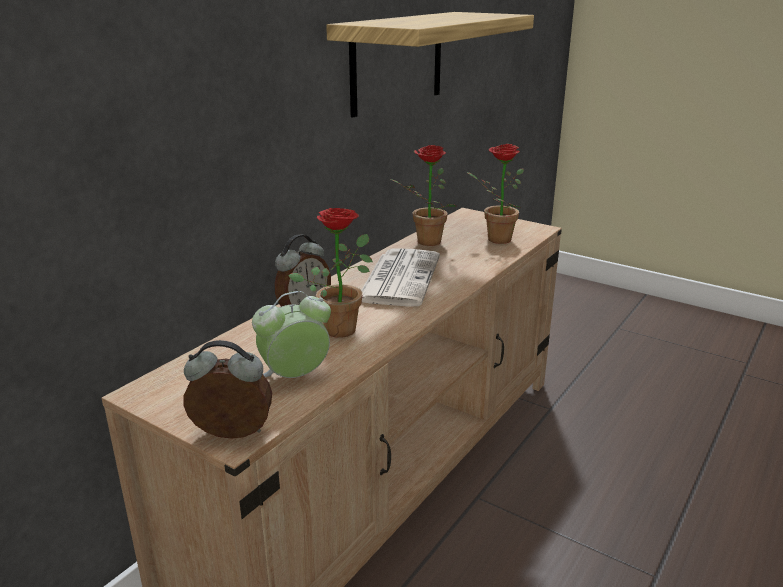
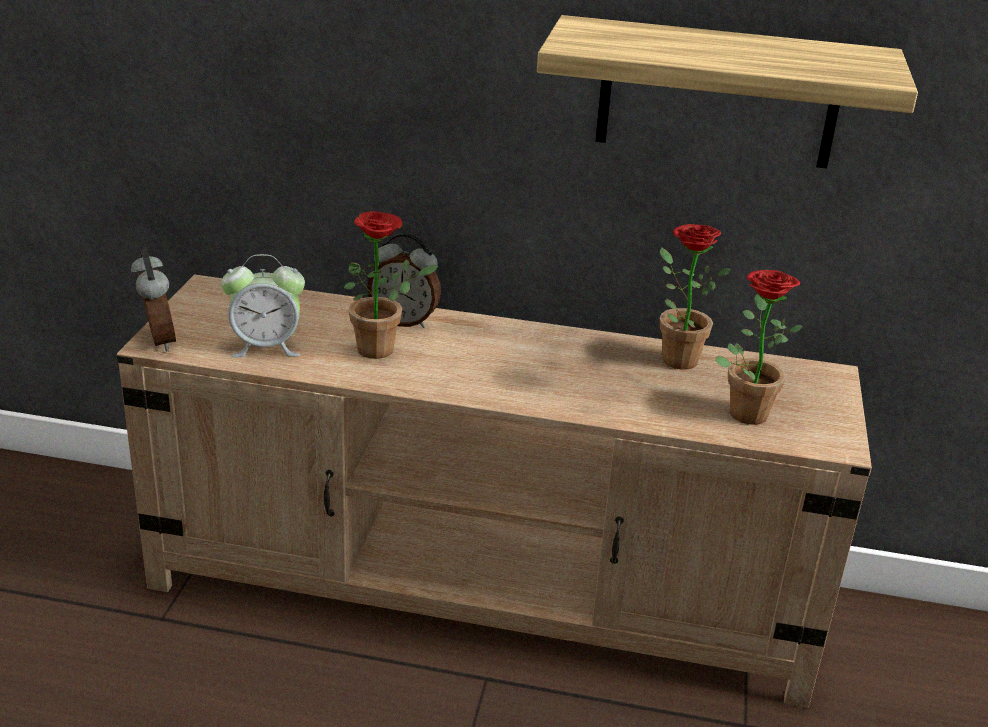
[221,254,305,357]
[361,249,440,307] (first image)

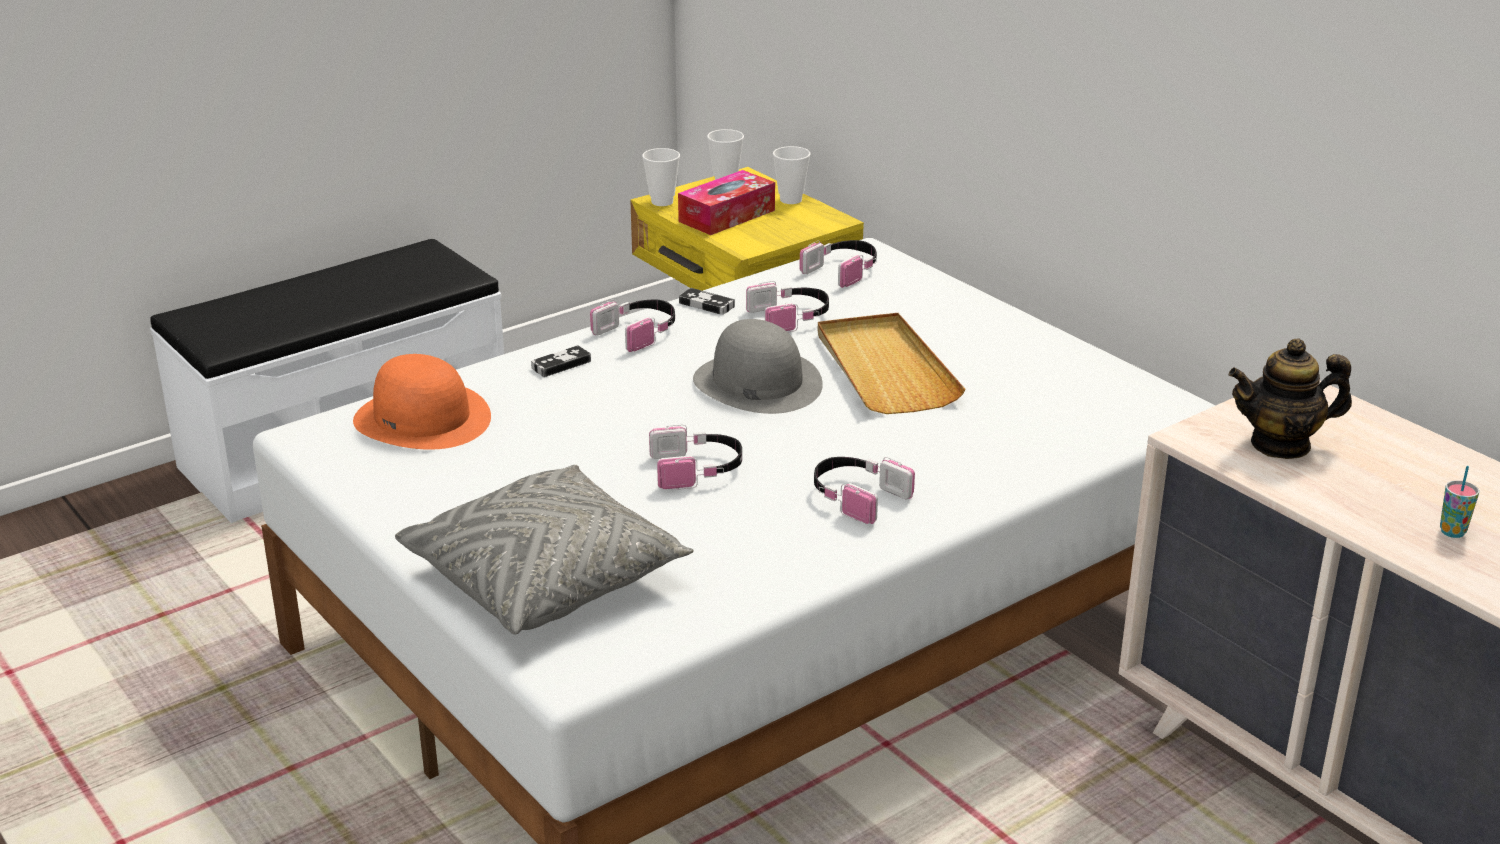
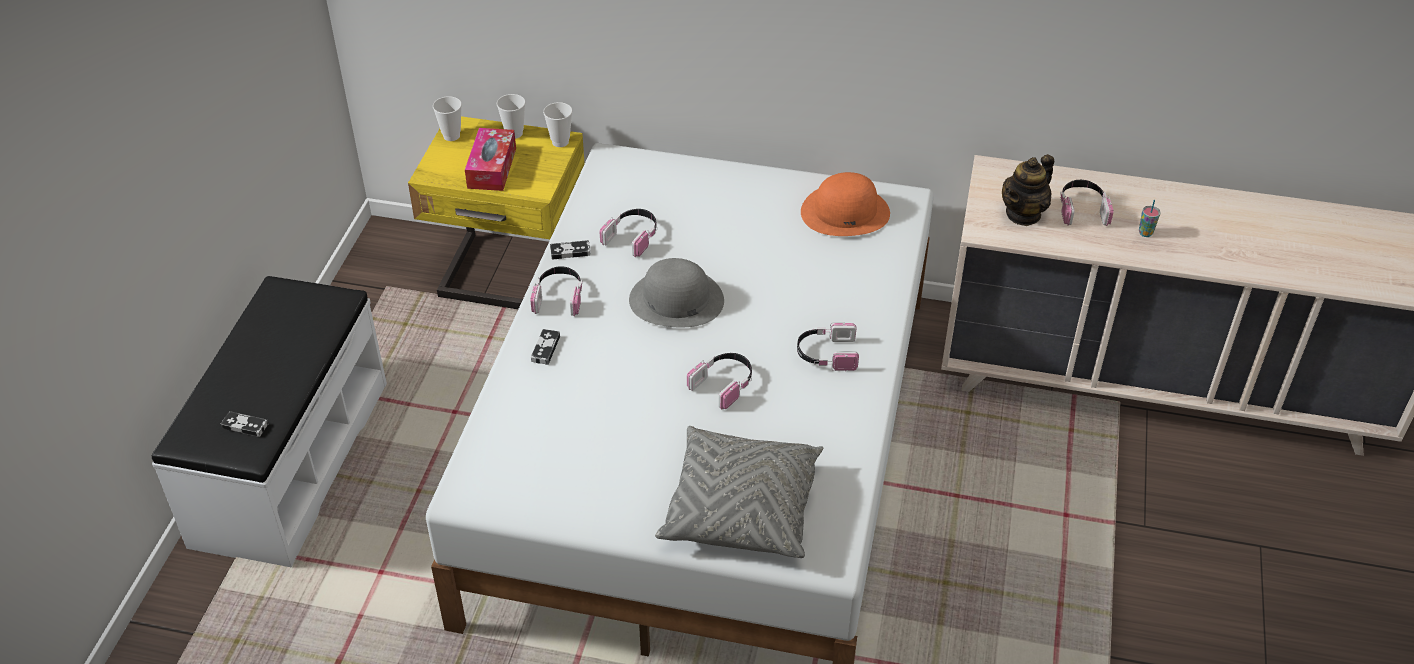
[221,411,268,437]
[543,102,572,147]
[801,172,890,236]
[1060,180,1114,226]
[817,313,965,414] (first image)

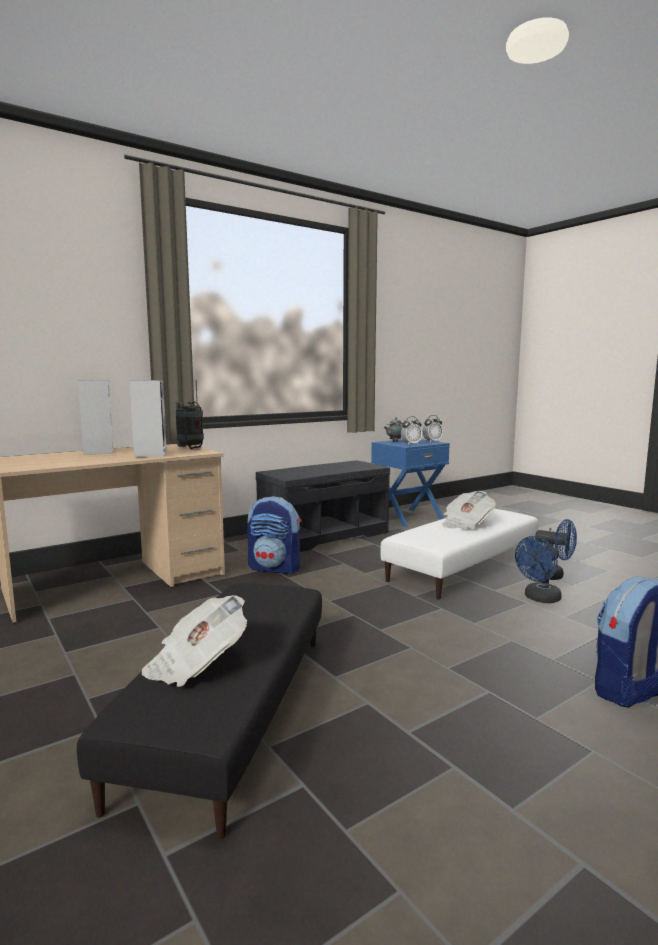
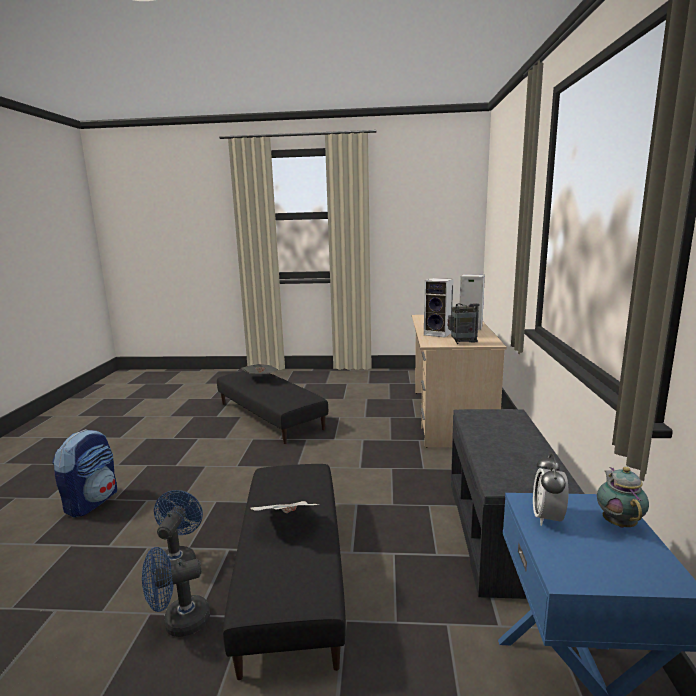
[223,464,346,680]
[247,496,301,574] (first image)
[423,415,443,442] (first image)

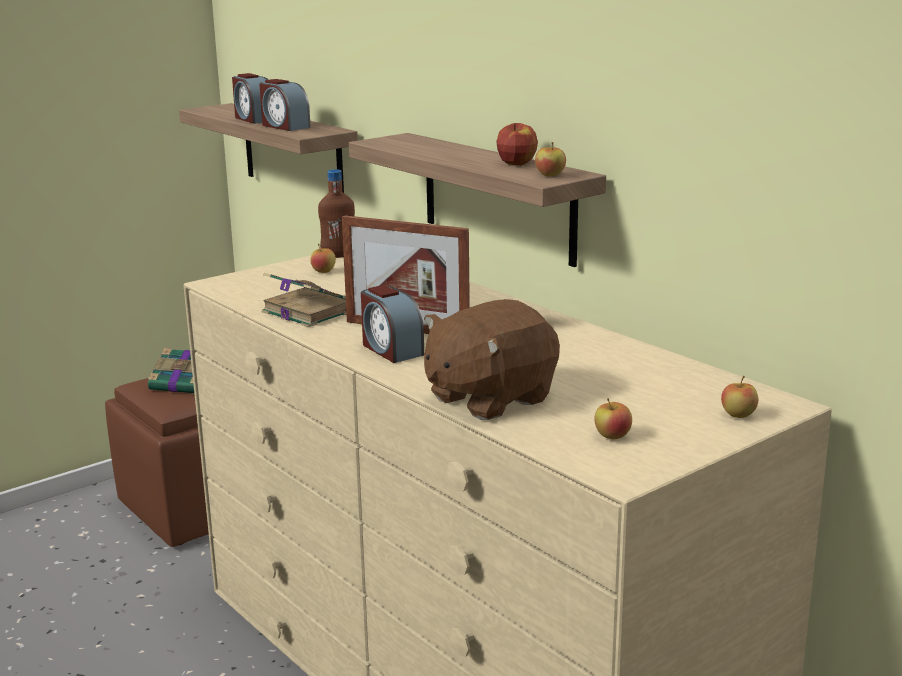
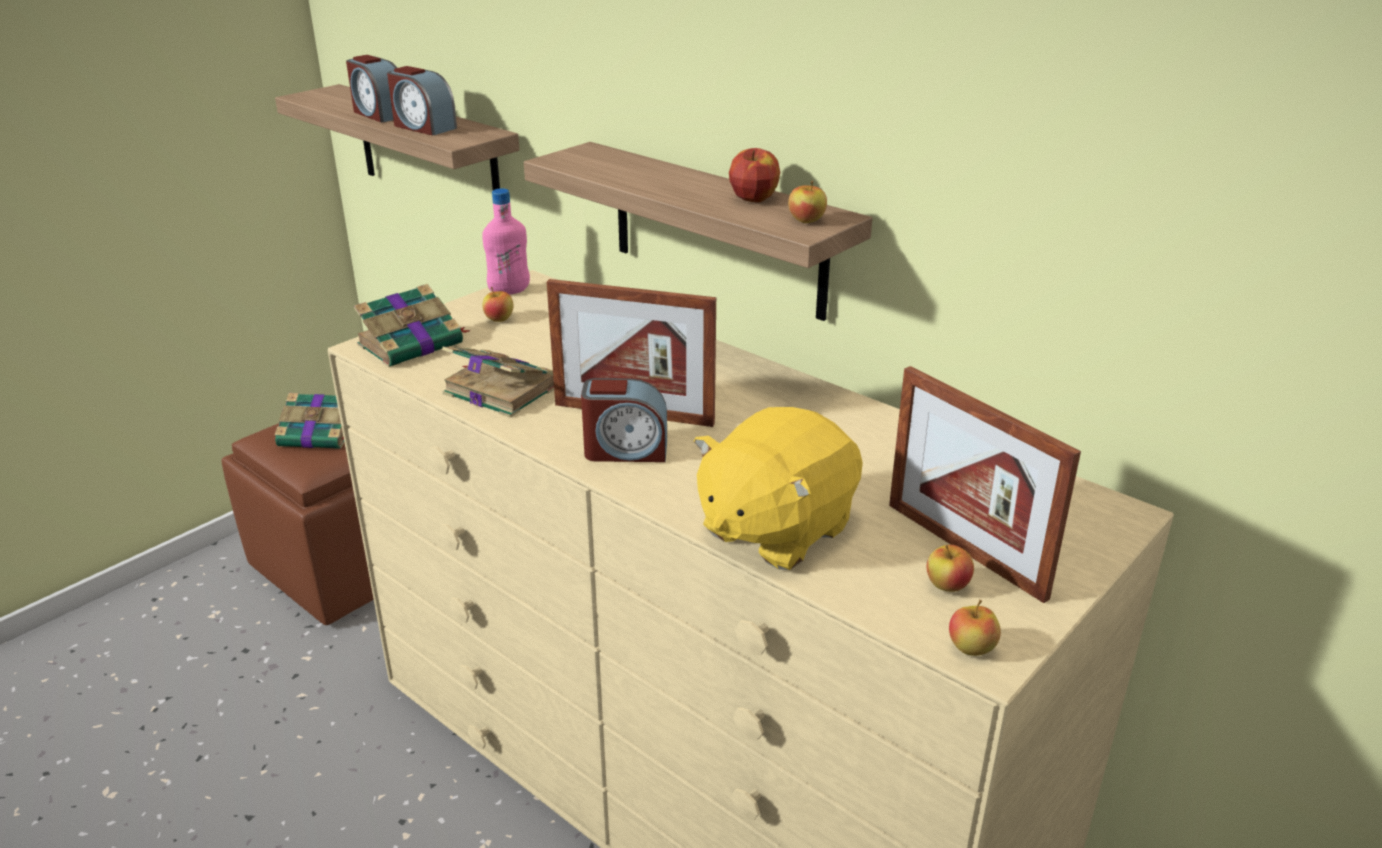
[354,284,470,367]
[482,188,530,295]
[581,378,667,462]
[694,407,863,570]
[889,366,1081,603]
[949,599,1001,656]

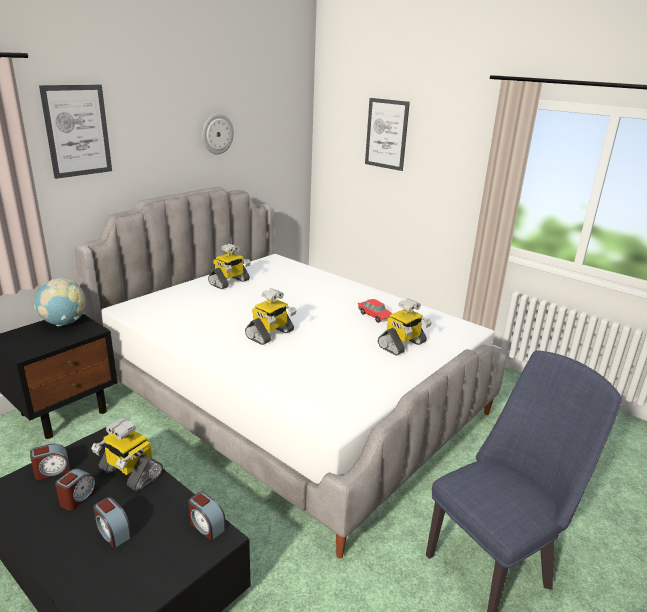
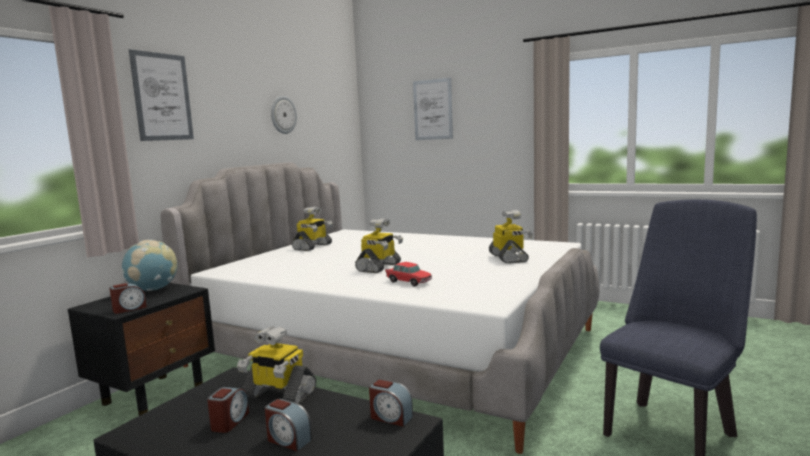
[110,283,147,314]
[385,262,432,287]
[489,210,533,264]

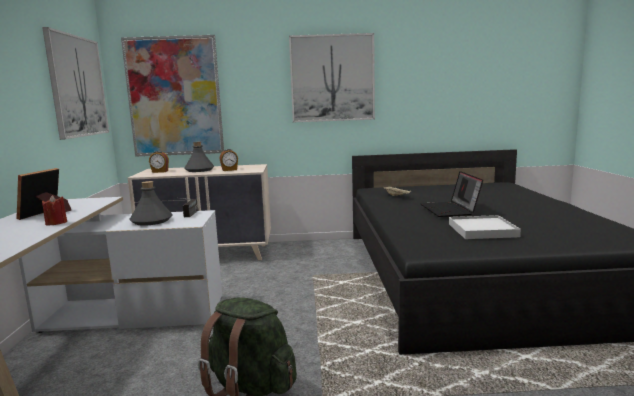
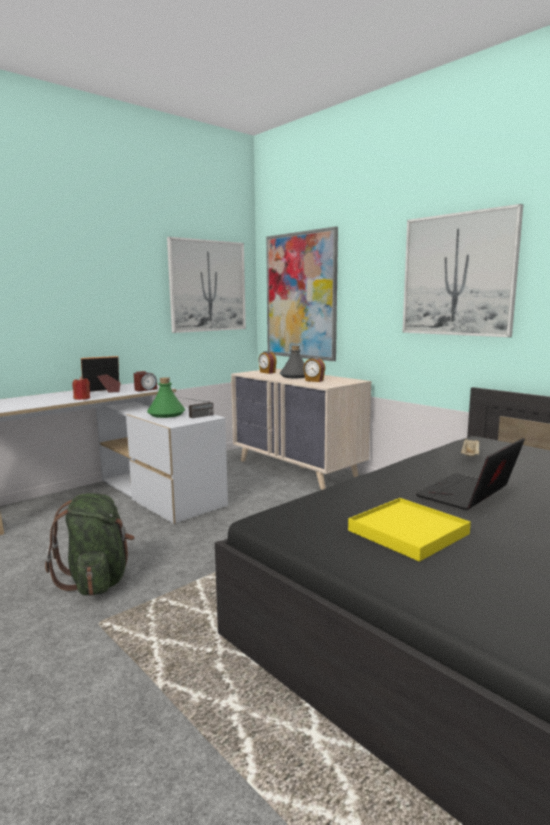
[134,371,157,391]
[147,377,185,418]
[348,498,471,562]

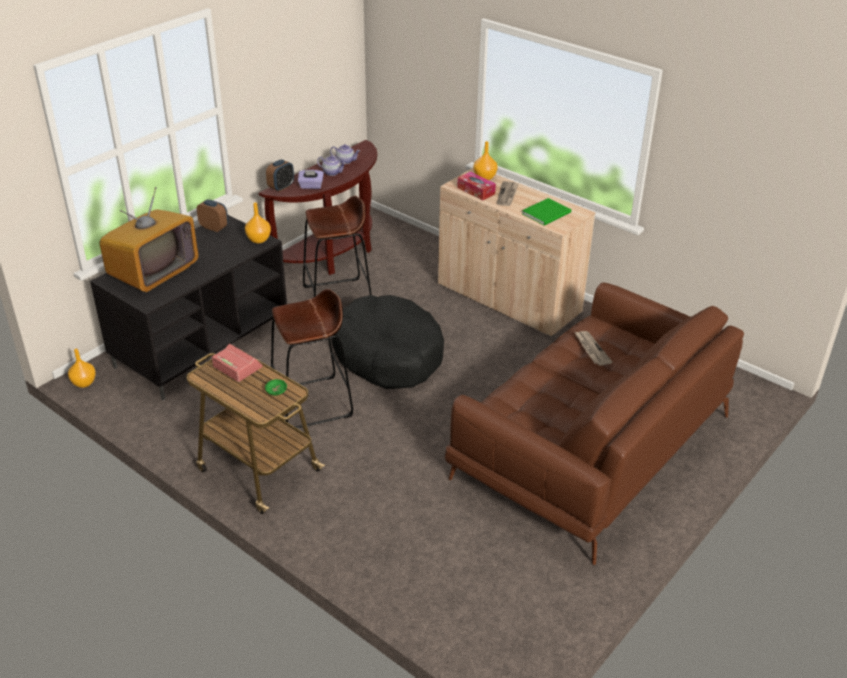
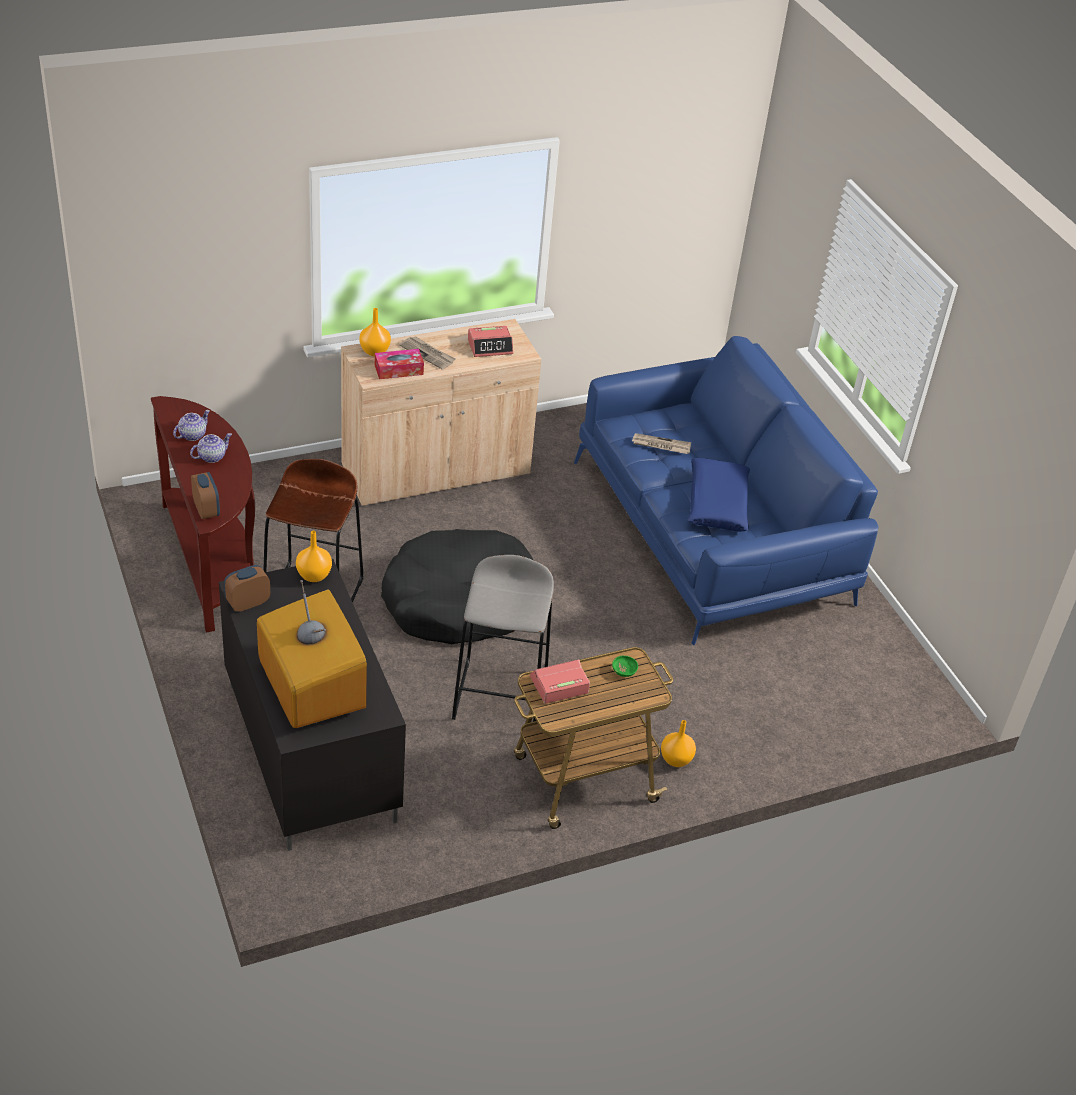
[452,555,554,722]
[468,326,513,357]
[574,336,878,645]
[661,720,696,767]
[688,458,750,531]
[298,170,324,189] (first image)

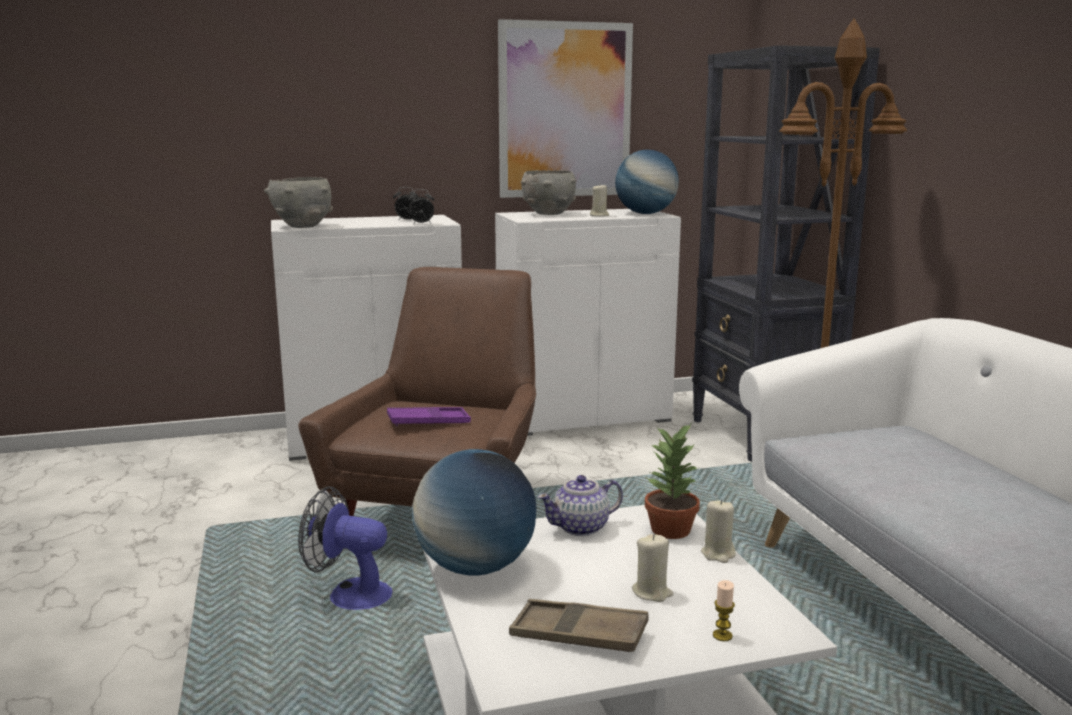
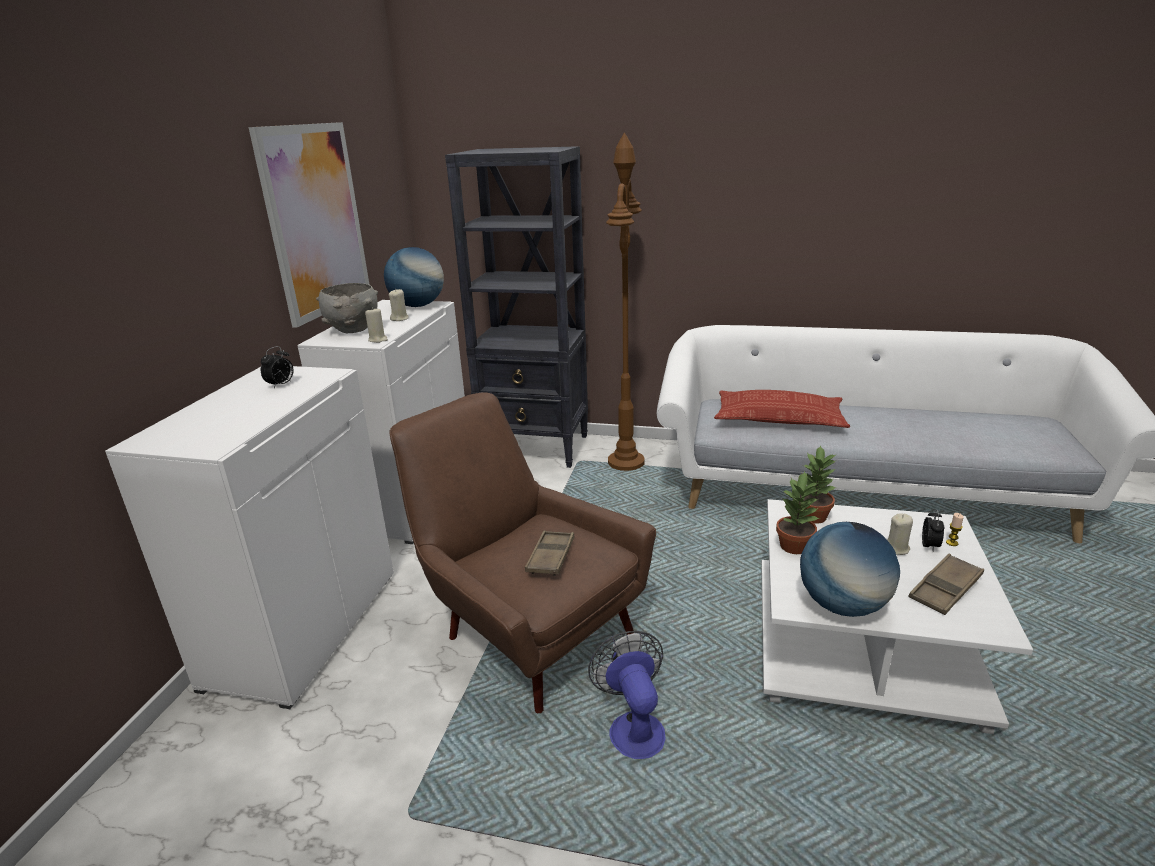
[365,307,388,343]
[525,531,575,576]
[588,631,666,759]
[714,390,850,428]
[776,472,819,554]
[922,510,944,551]
[264,177,333,228] (first image)

